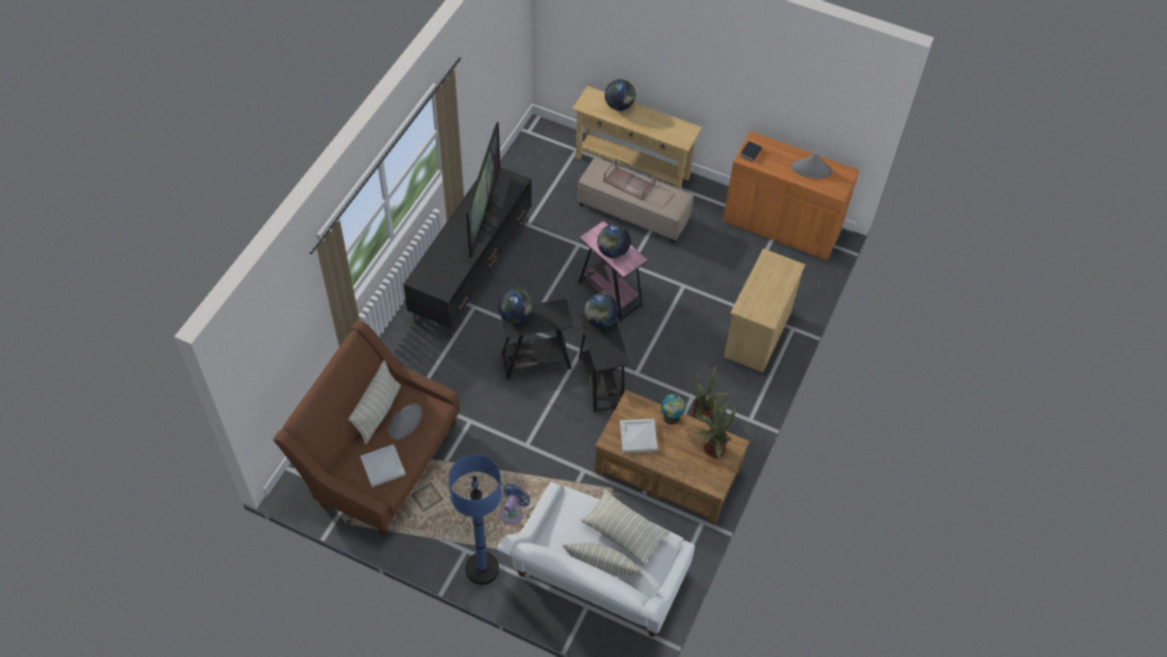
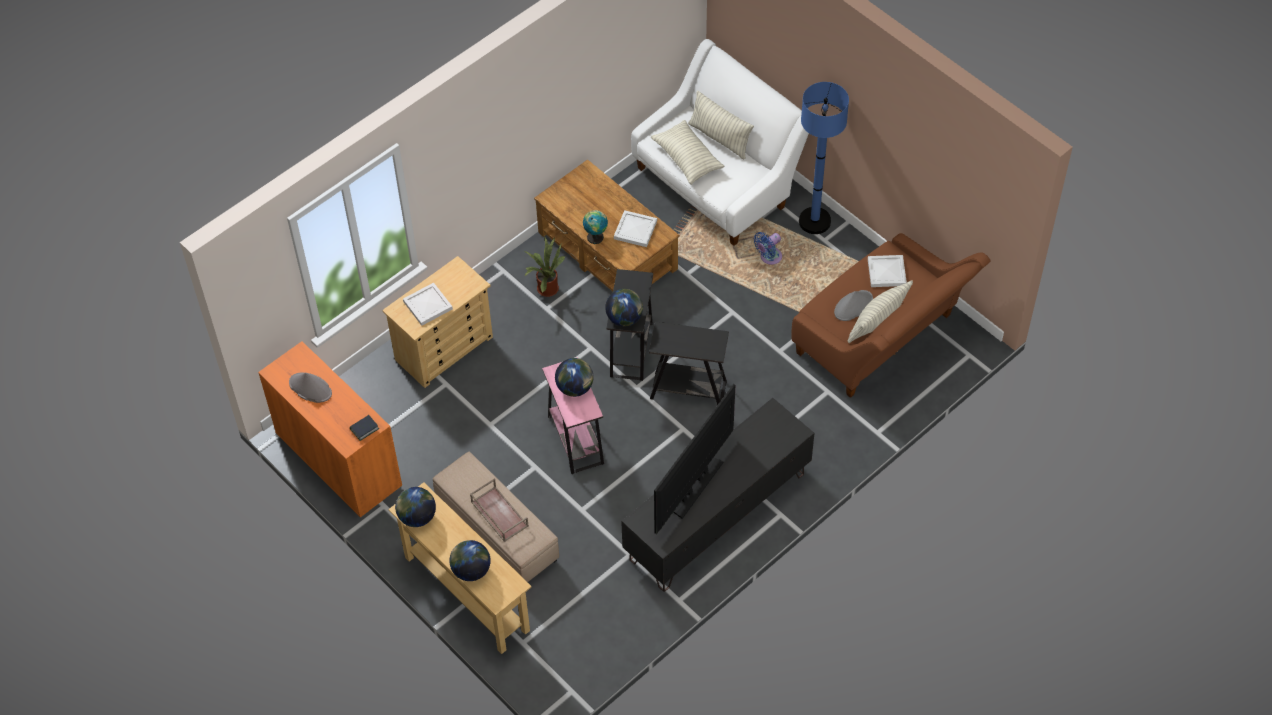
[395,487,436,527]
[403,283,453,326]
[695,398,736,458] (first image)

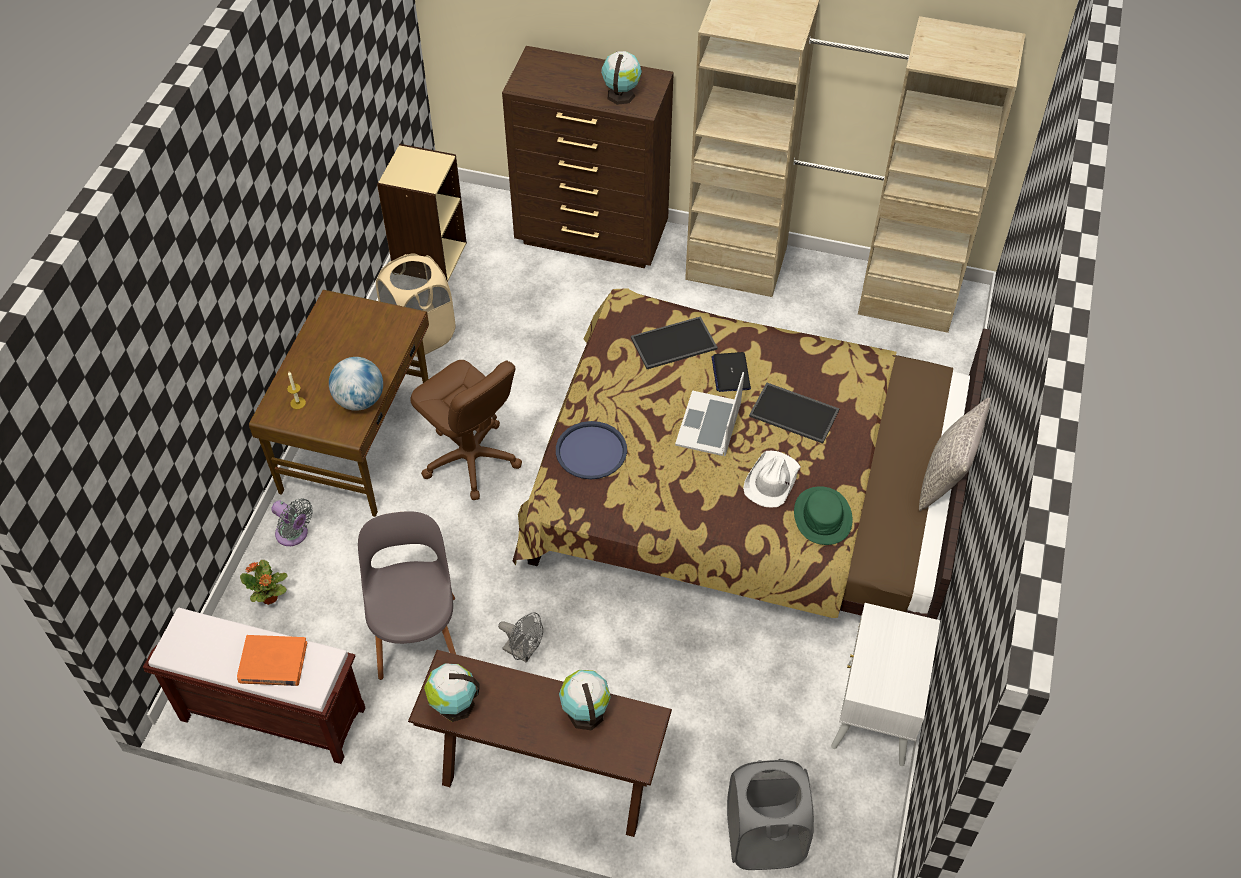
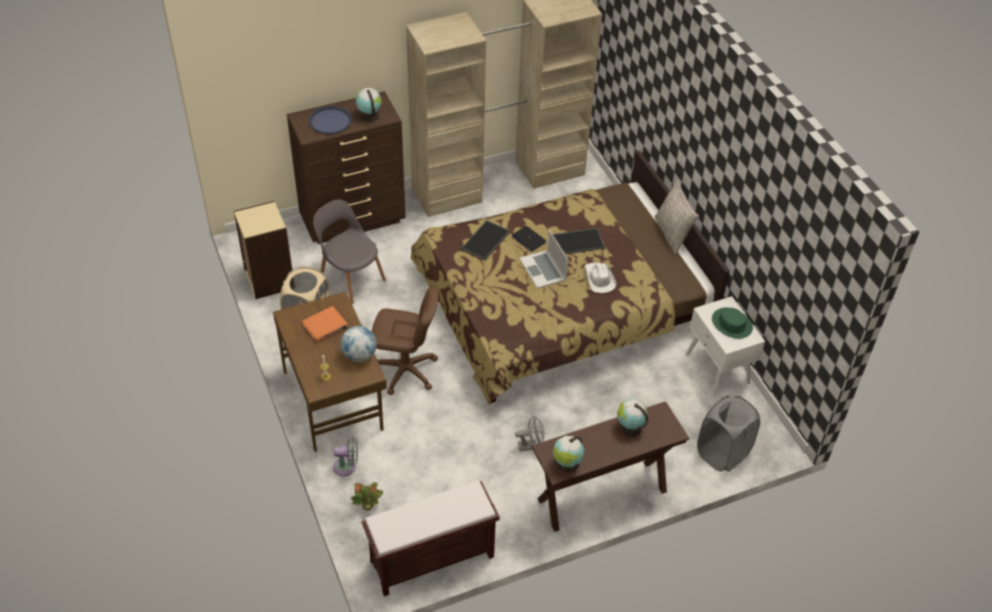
[302,306,348,342]
[309,106,352,134]
[313,199,386,304]
[712,307,753,339]

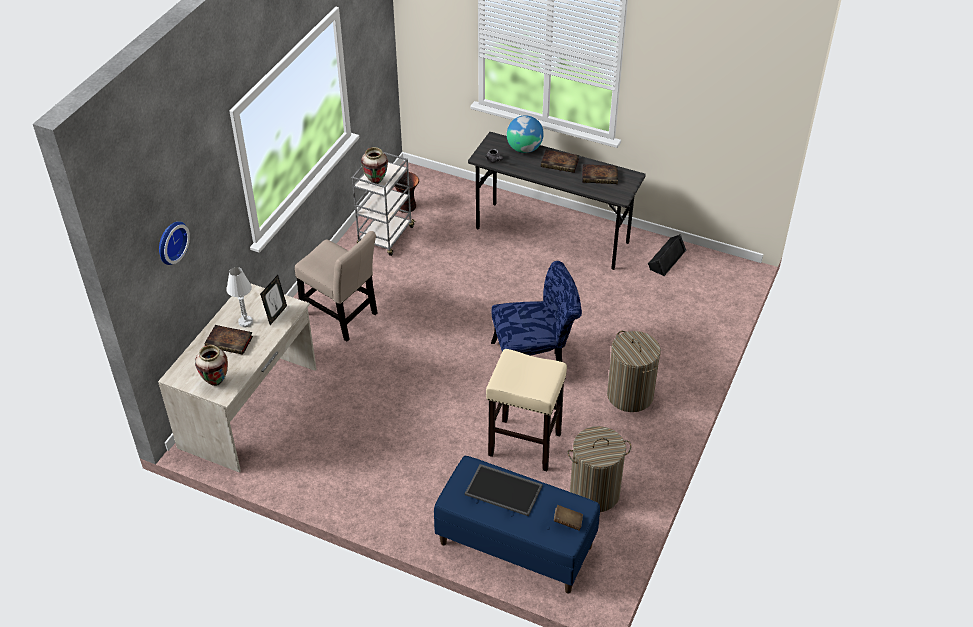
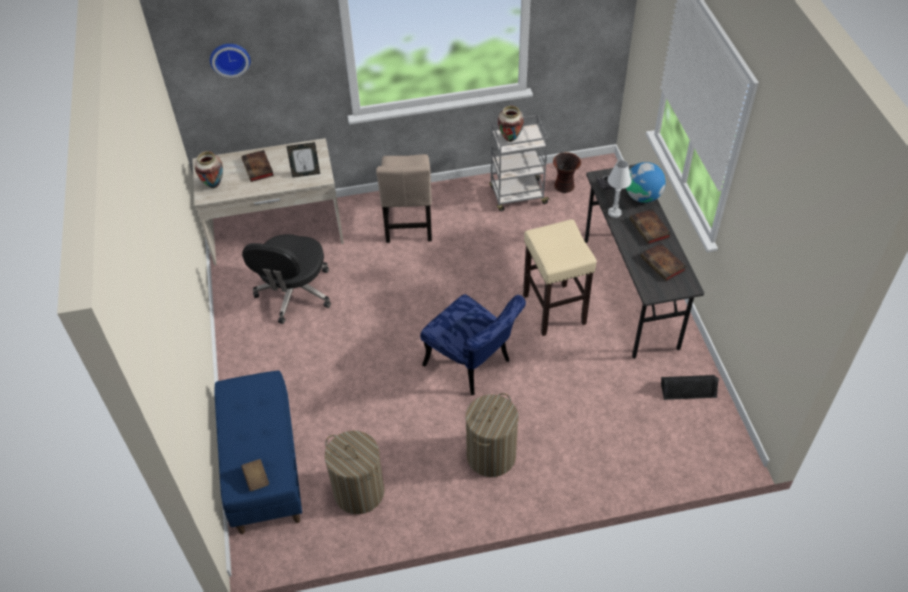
[242,234,331,324]
[523,219,597,336]
[608,160,631,218]
[465,464,543,516] (first image)

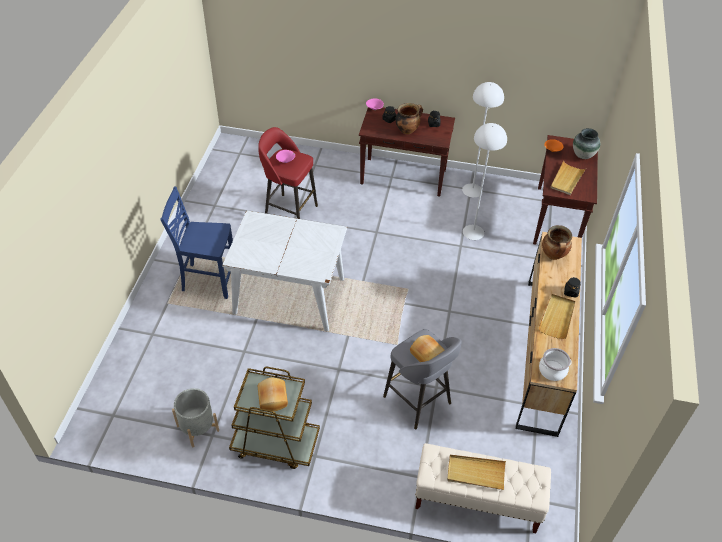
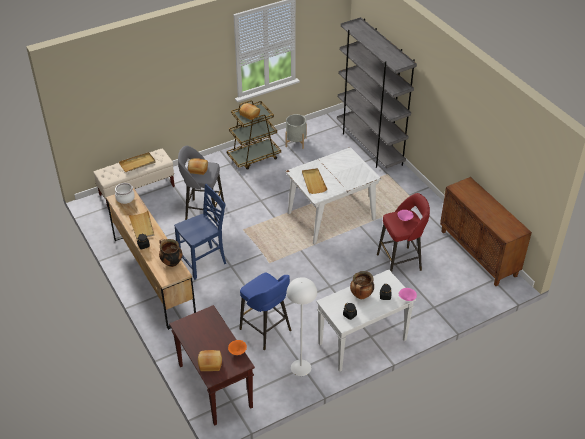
[174,184,226,280]
[198,350,222,371]
[239,273,291,350]
[302,168,327,194]
[316,270,416,372]
[337,17,417,168]
[440,177,532,286]

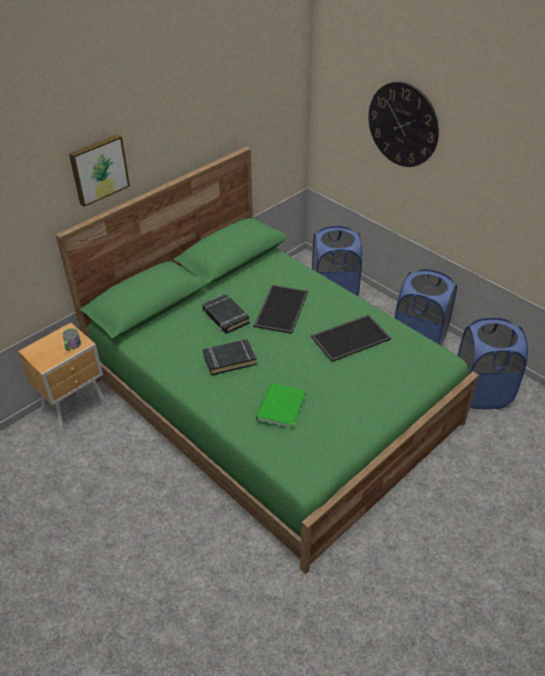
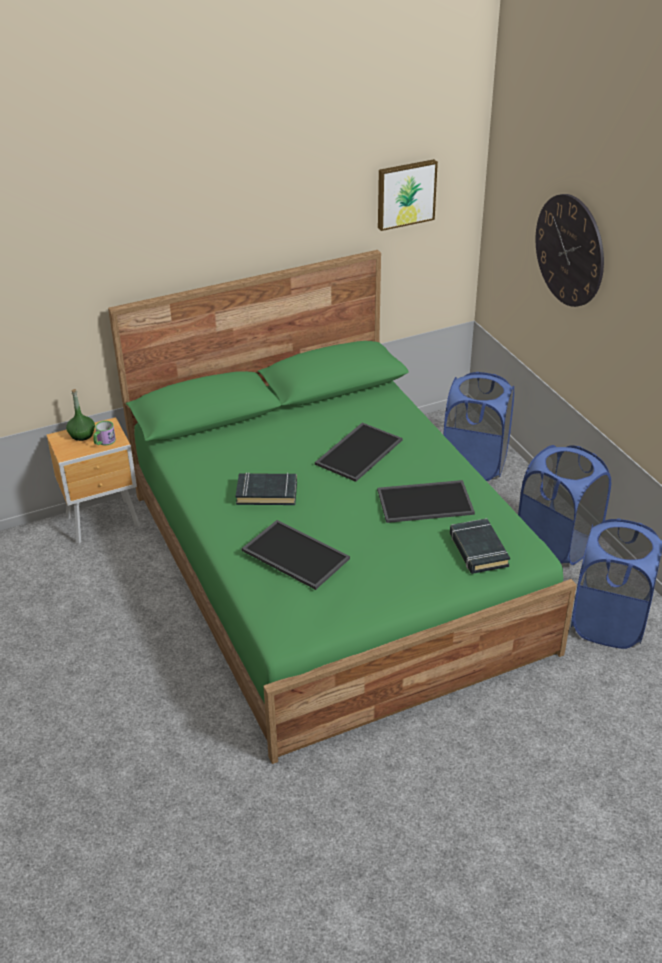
[66,389,95,441]
[242,520,350,590]
[378,159,438,231]
[450,518,510,574]

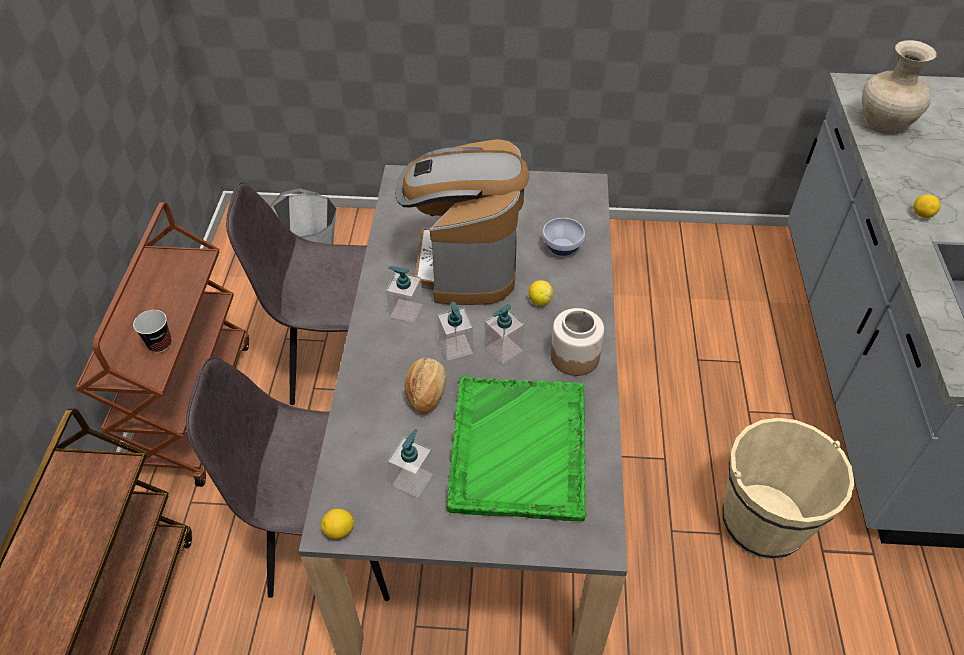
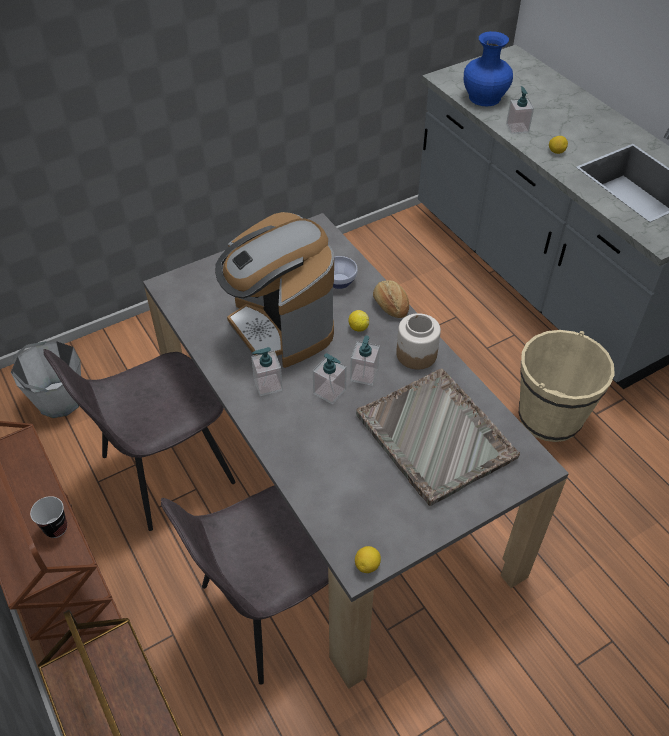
[356,369,520,506]
[373,280,409,318]
[464,31,513,106]
[506,86,534,134]

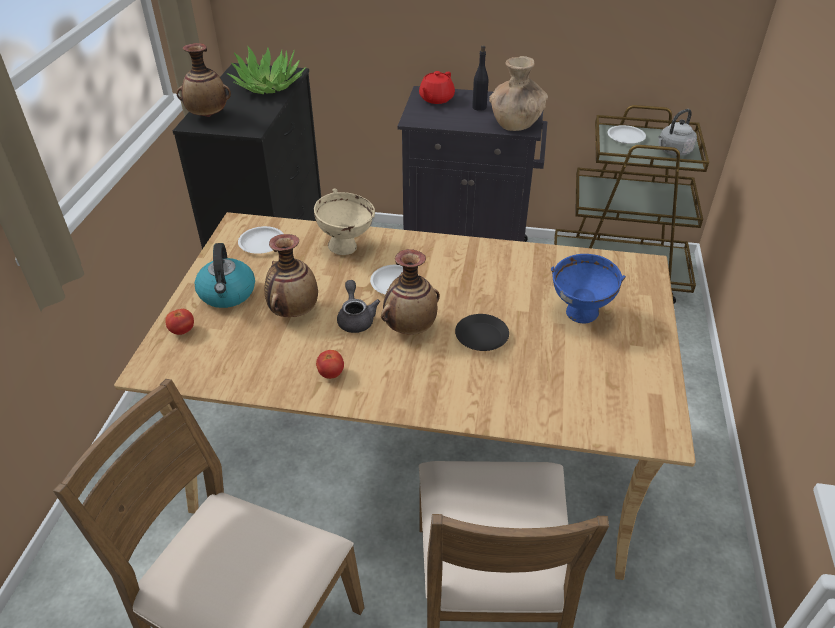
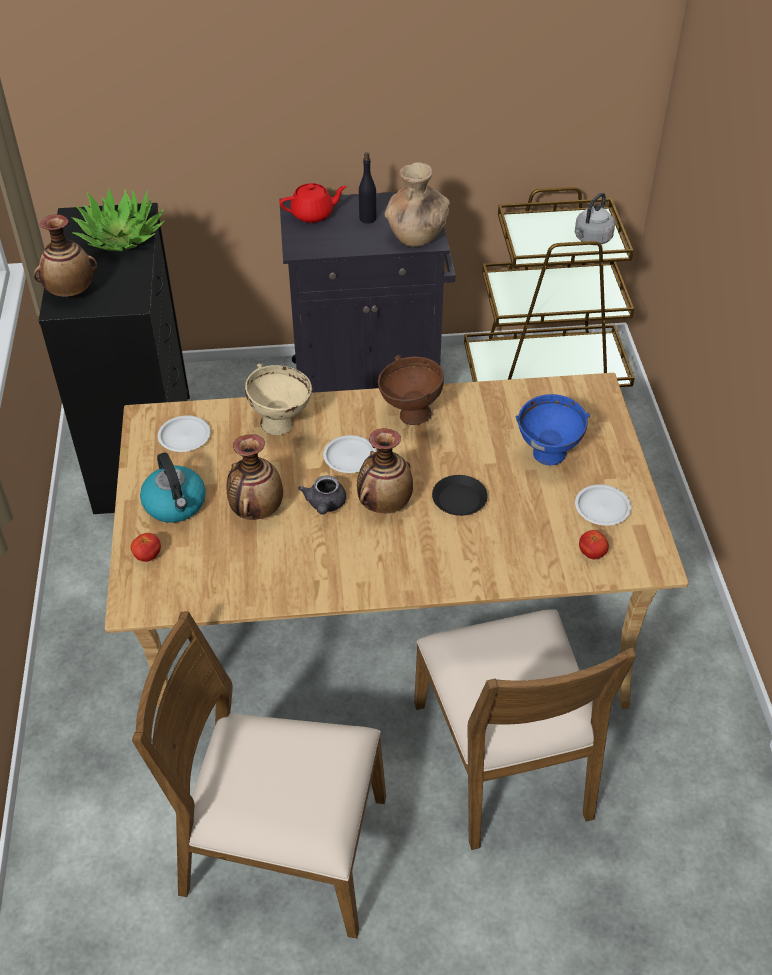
[280,183,347,223]
[298,476,346,515]
[378,355,444,425]
[575,484,631,526]
[579,530,609,559]

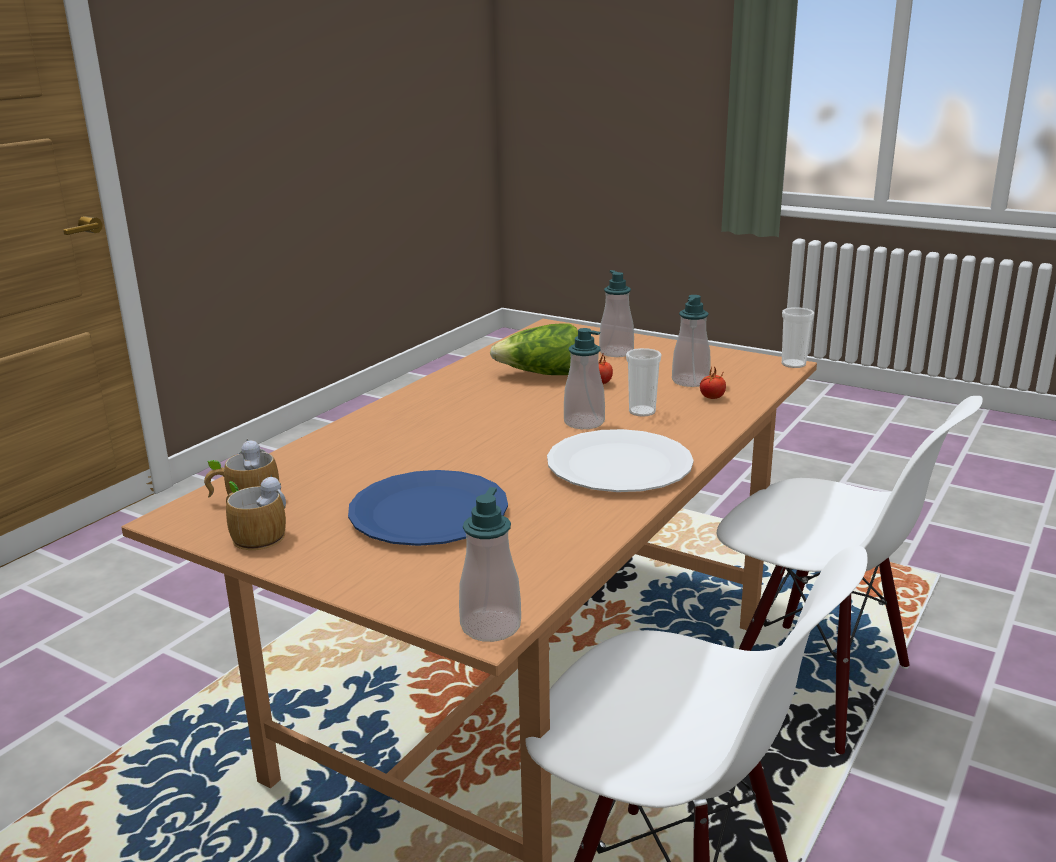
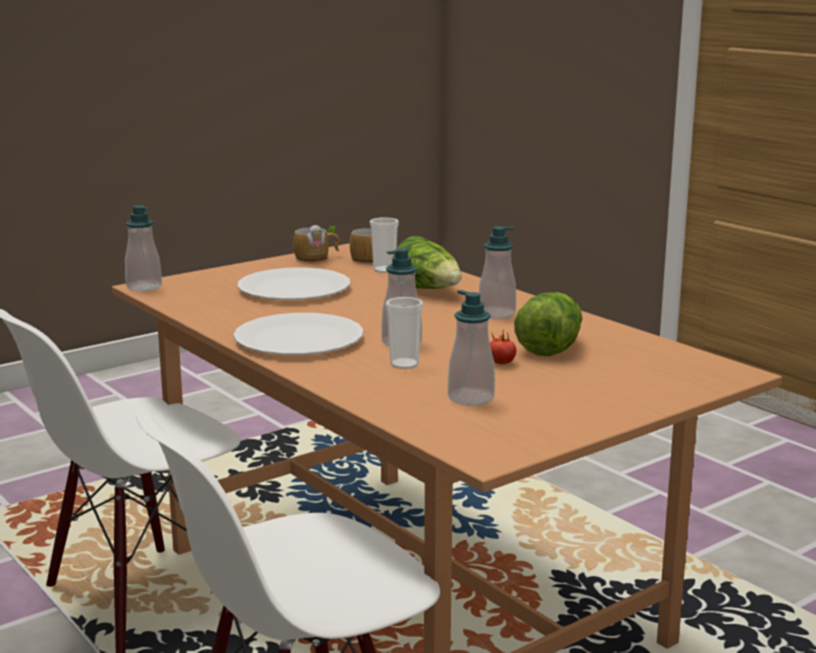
[237,267,350,300]
[370,217,399,273]
[393,236,462,289]
[479,226,516,319]
[700,366,726,399] (first image)

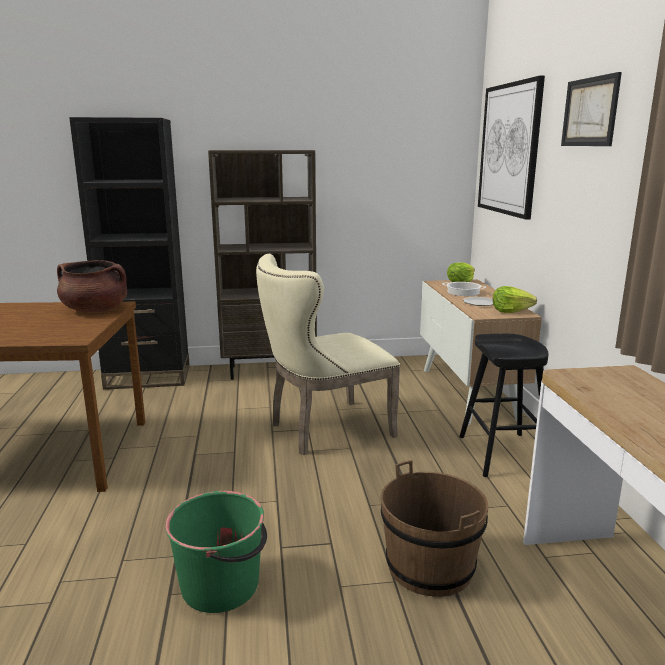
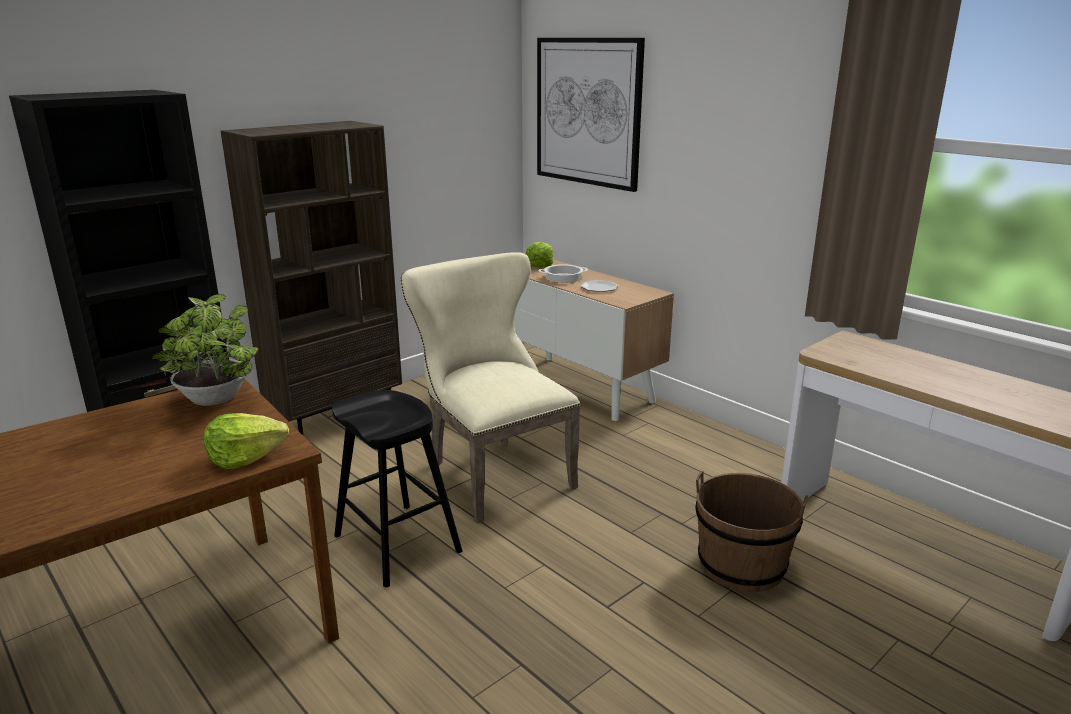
[152,294,258,406]
[204,413,289,469]
[332,390,462,587]
[401,252,580,523]
[165,491,267,613] (first image)
[561,72,622,146] (first image)

